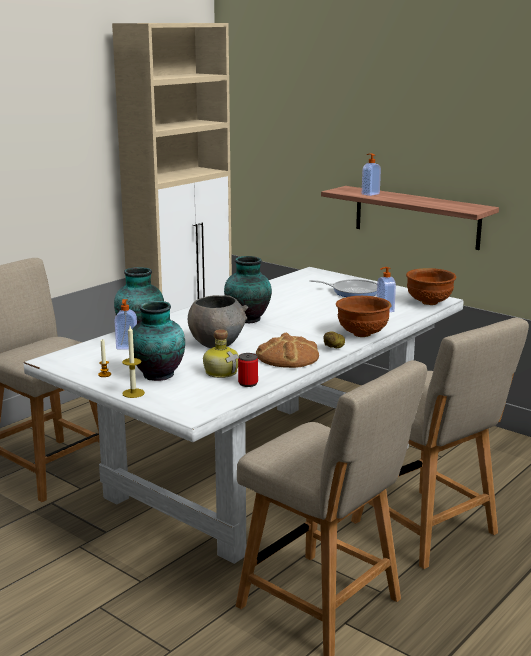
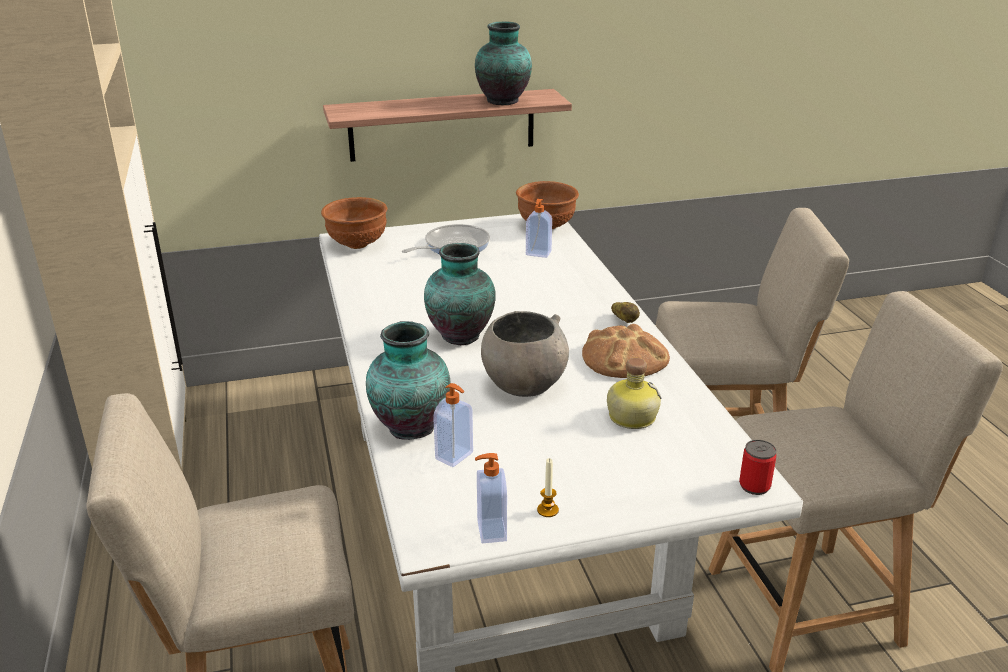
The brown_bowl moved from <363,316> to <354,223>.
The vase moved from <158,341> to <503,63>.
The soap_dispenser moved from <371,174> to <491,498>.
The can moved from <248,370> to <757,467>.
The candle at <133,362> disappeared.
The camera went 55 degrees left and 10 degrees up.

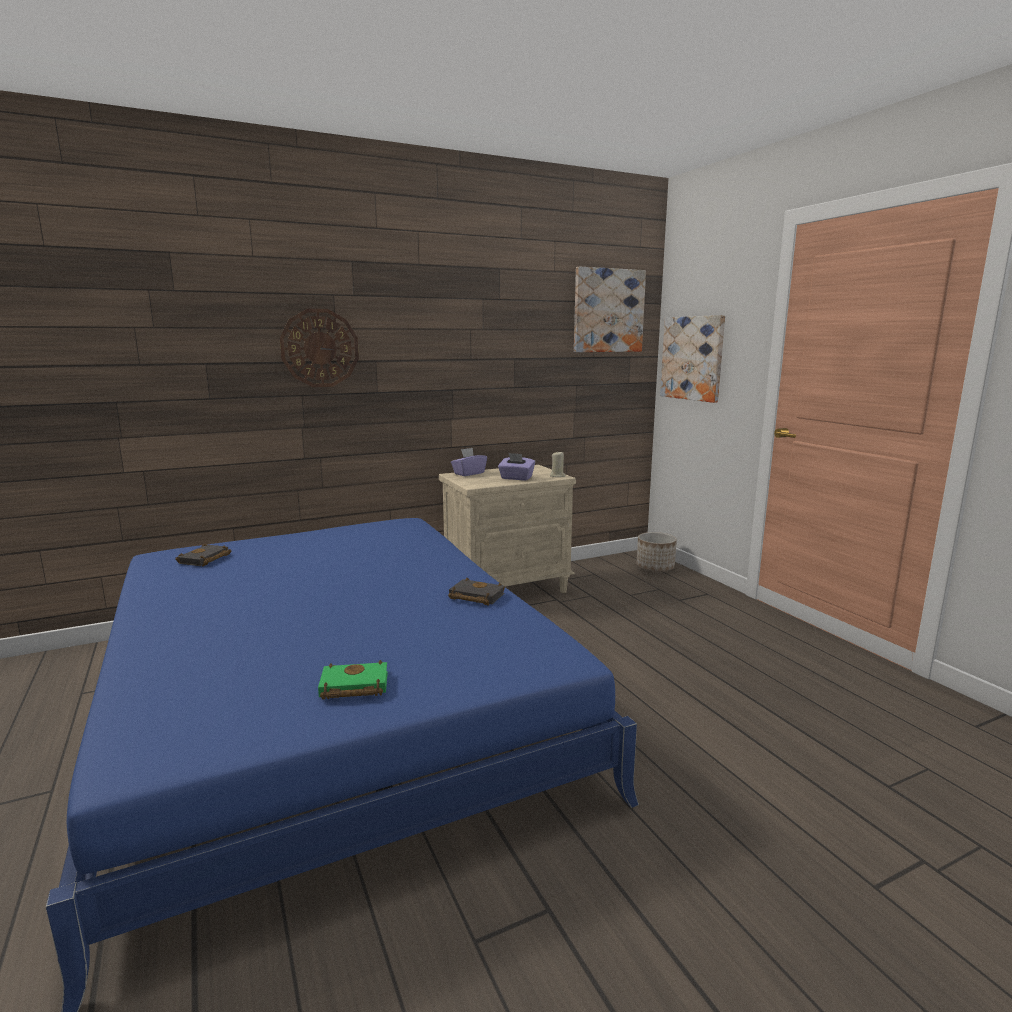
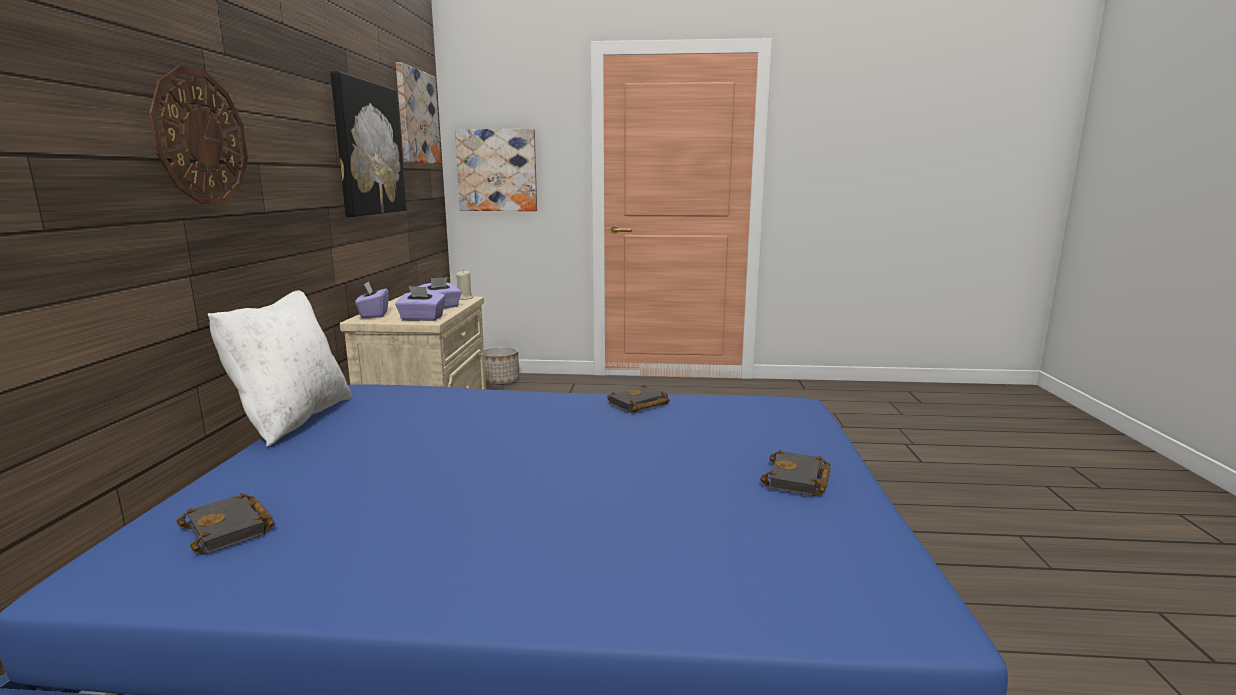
The white_pillow at <280,368> appeared.
The picture at <368,144> appeared.
The purple_tissue_box at <420,303> appeared.
The green_book at <353,680> became the black_book at <795,473>.
The camera went 60 degrees left and 0 degrees up.

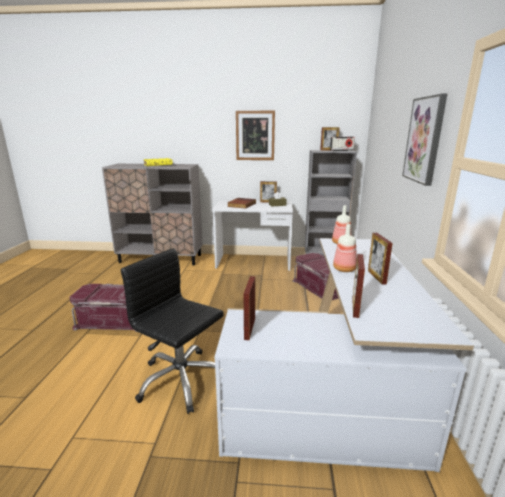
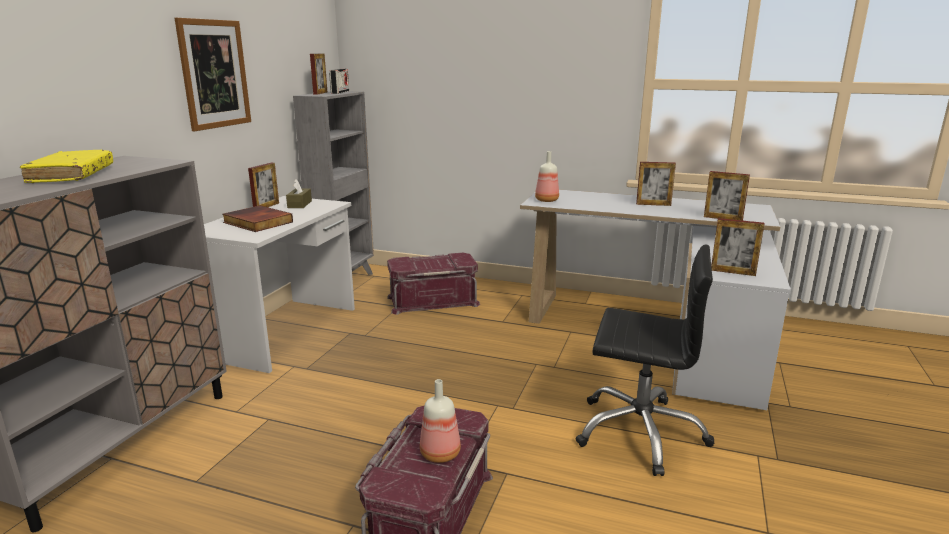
The bottle moved from <345,248> to <440,421>.
The black_office_chair at <172,331> turned 120 degrees counterclockwise.
The picture at <424,139> disappeared.
The camera went 75 degrees left and 0 degrees up.

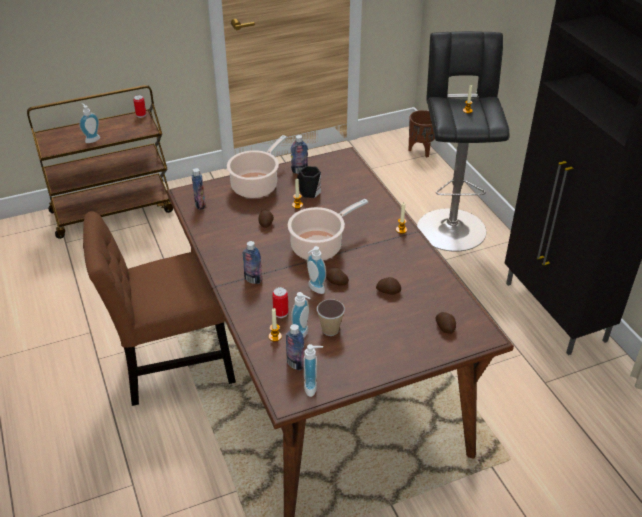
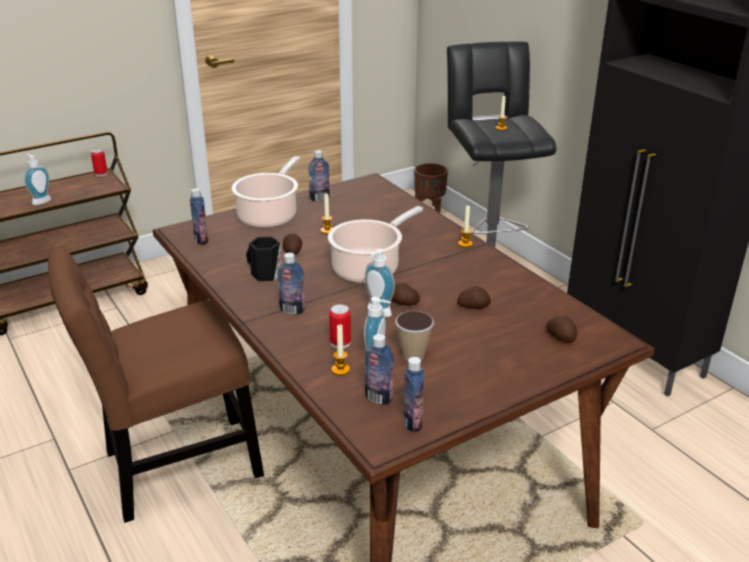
The black_mug moved from <309,182> to <263,259>.
The soap_dispenser at <313,370> was replaced by the bottle at <413,394>.
The camera went 10 degrees left and 10 degrees down.

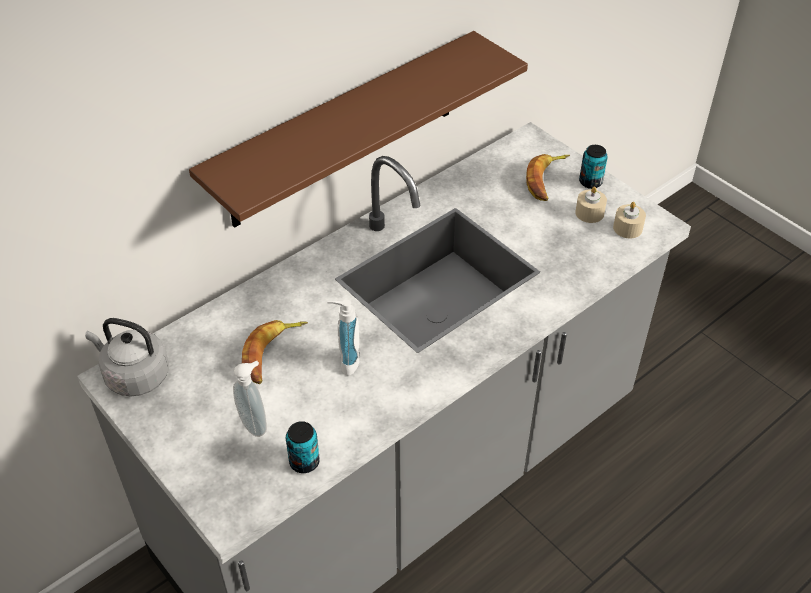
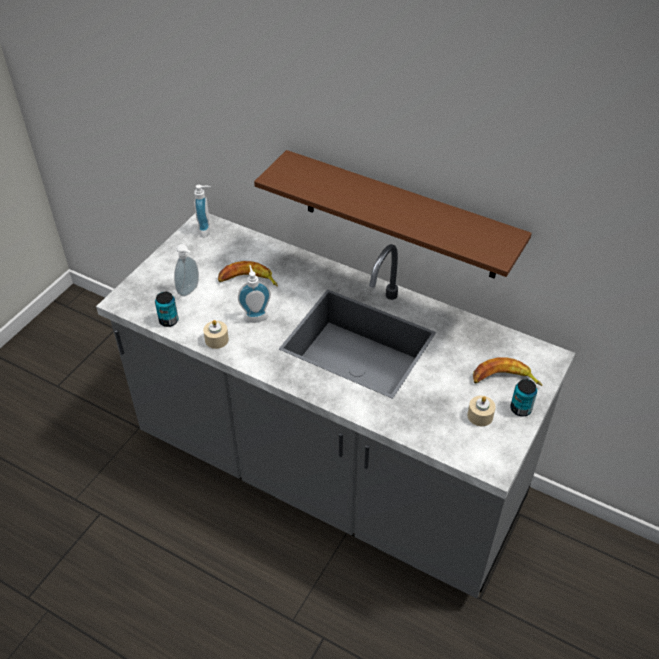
The grey_kettle at <127,357> was replaced by the soap_dispenser at <202,211>.
The beige_candle moved from <629,220> to <216,334>.
The camera went 70 degrees right and 0 degrees up.

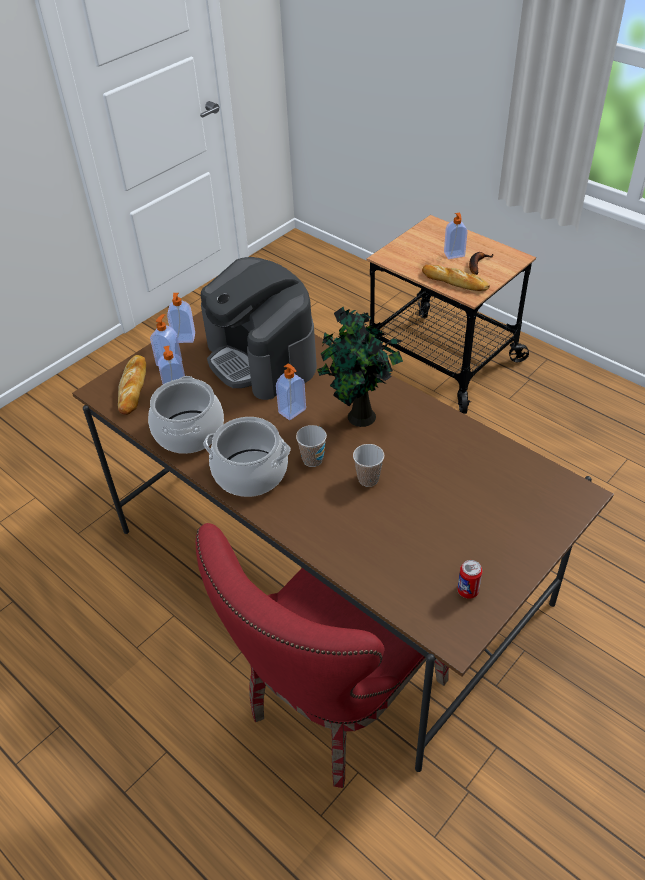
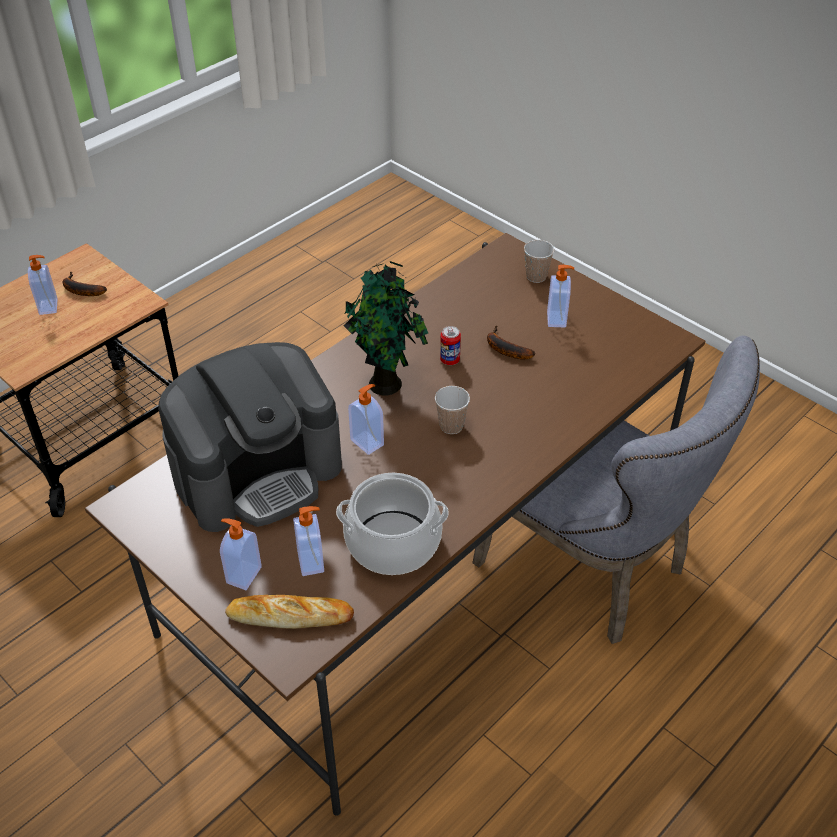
The can moved from <469,579> to <450,345>.
The red_chair at <322,655> became the grey_chair at <616,489>.
The banana at <511,342> appeared.
The cup moved from <368,465> to <539,261>.
The soap_dispenser moved from <181,318> to <560,296>.
The cooking_pot at <247,457> disappeared.
The bread at <456,278> disappeared.
The camera went 90 degrees left and 0 degrees up.

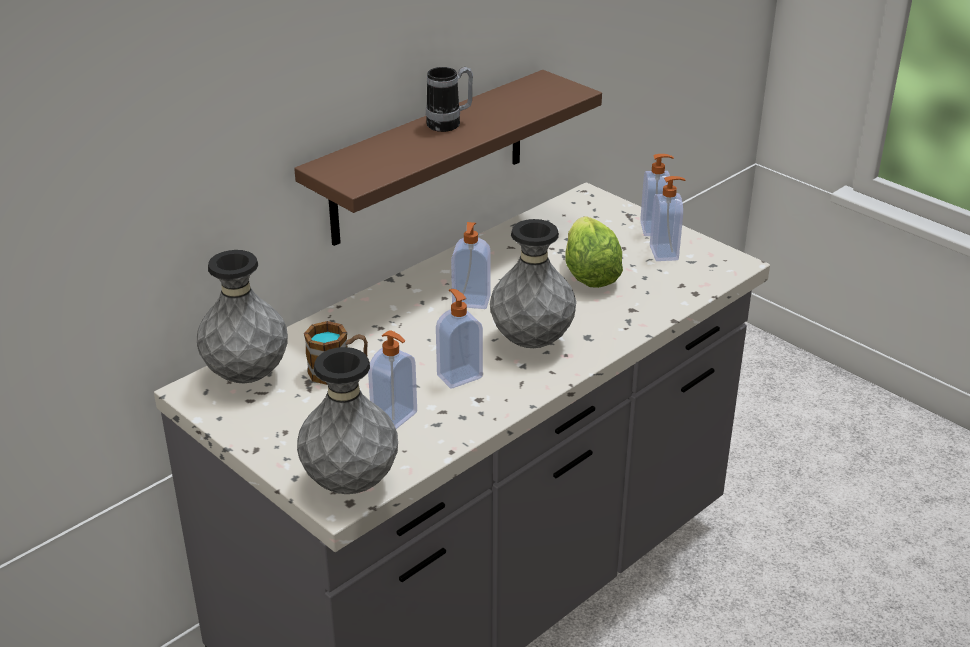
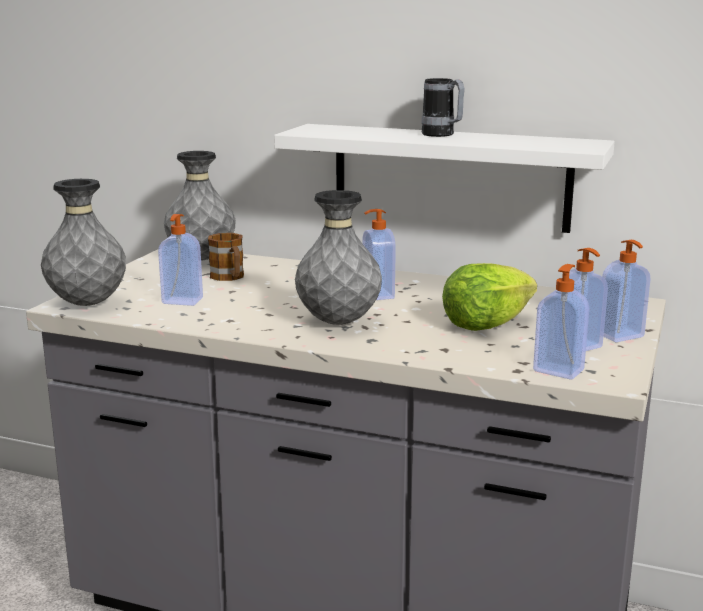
The brown_shelf at <448,158> became the white_shelf at <444,178>.
The soap_dispenser moved from <459,339> to <561,322>.
The camera went 65 degrees right and 15 degrees down.

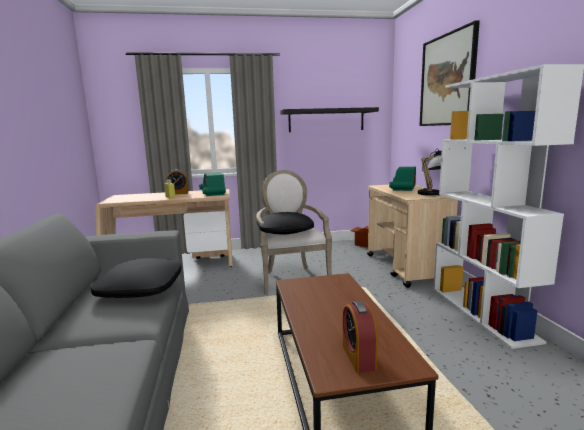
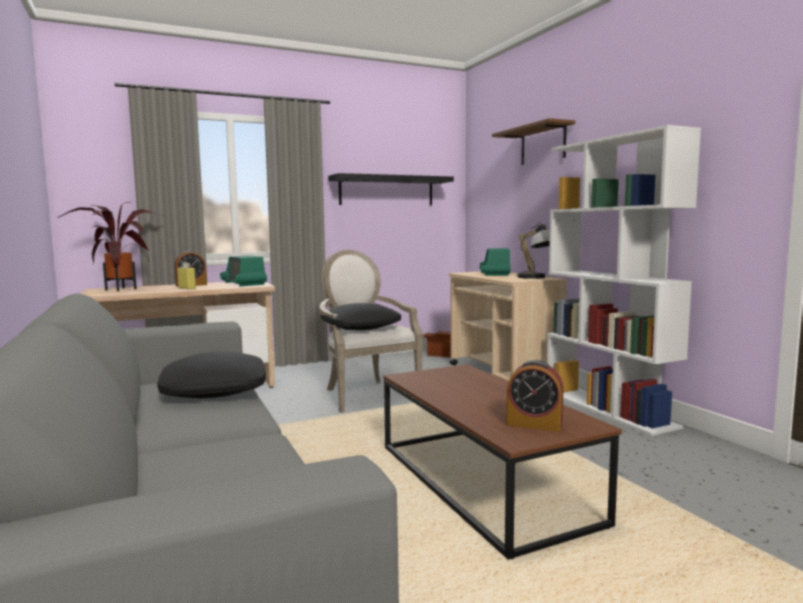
The potted_plant at <110,246> appeared.
The picture at <449,73> was replaced by the brown_shelf at <533,141>.
The alarm_clock at <360,337> turned 45 degrees counterclockwise.
The camera went 15 degrees left and 5 degrees down.

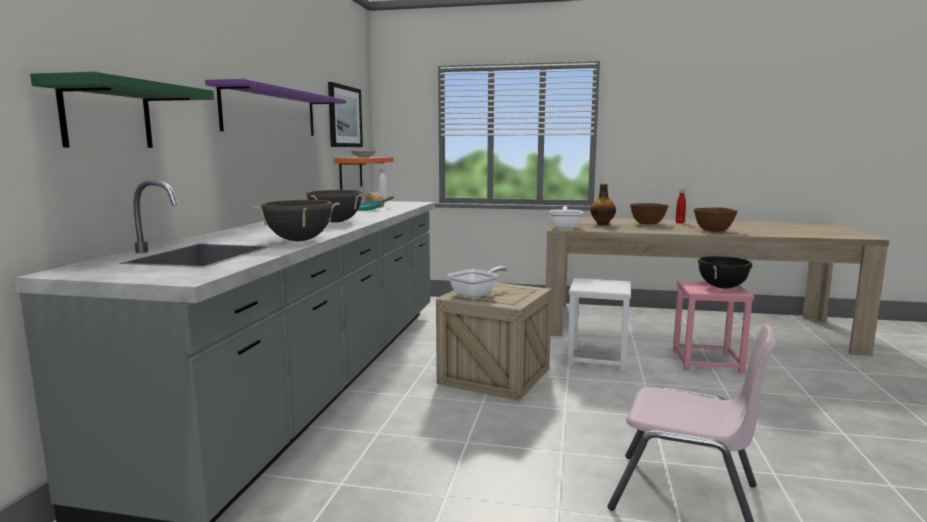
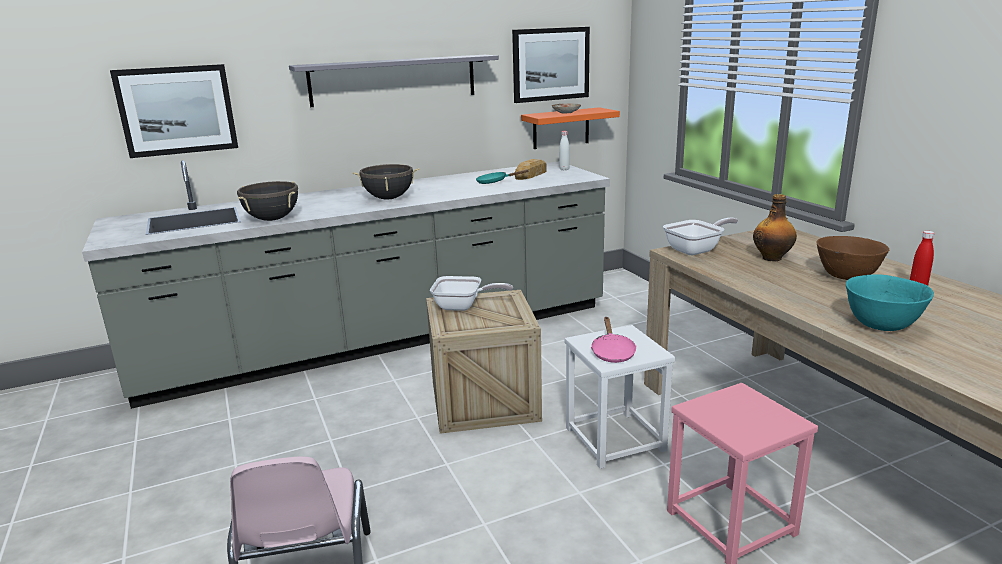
The green_shelf at <122,109> was replaced by the picture at <174,111>.
The purple_shelf at <275,107> became the grey_shelf at <394,81>.
The pink_frying_pan at <614,340> appeared.
The brown_bowl at <716,219> became the turquoise_bowl at <890,302>.
The black_cooking_pot at <726,272> disappeared.
The camera went 55 degrees right and 10 degrees up.

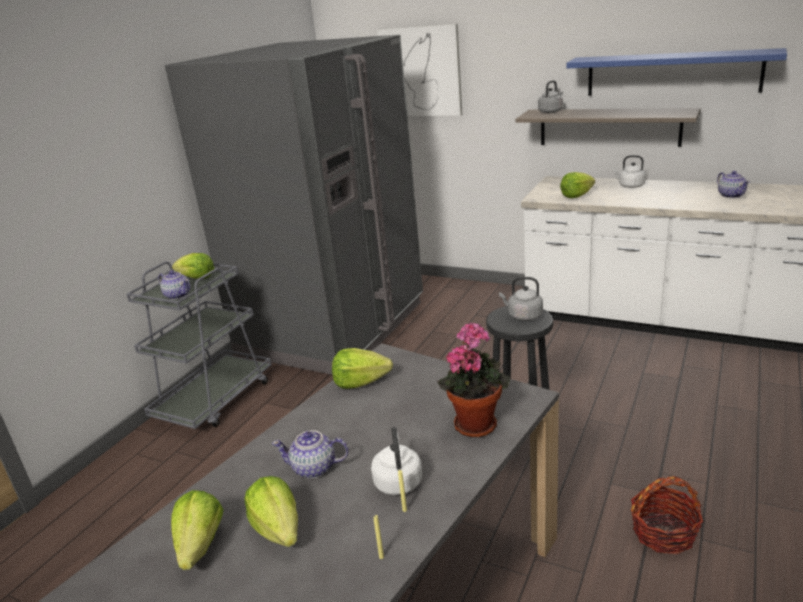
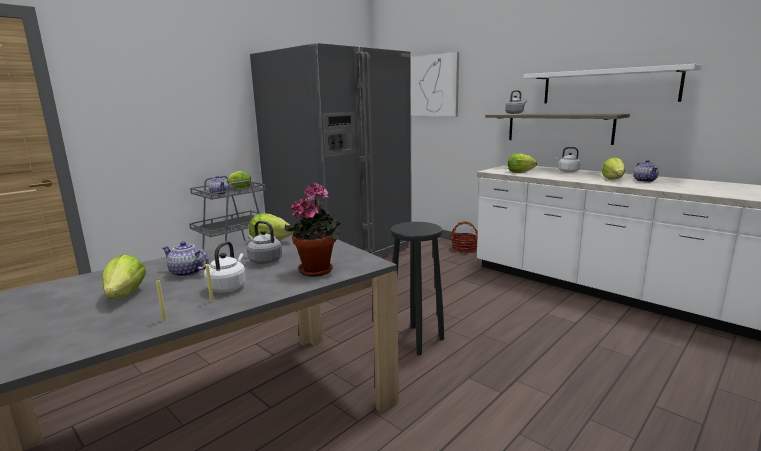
The grey_kettle moved from <521,299> to <264,242>.
The basket moved from <667,515> to <464,237>.
The blue_shelf at <676,72> became the white_shelf at <613,83>.
The lettuce moved from <197,530> to <614,168>.
The camera went 15 degrees right and 10 degrees down.

